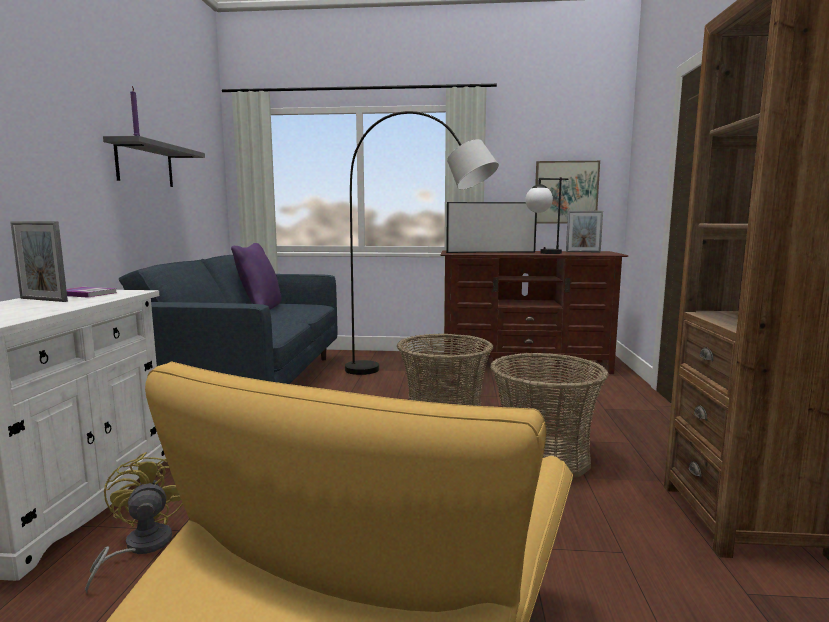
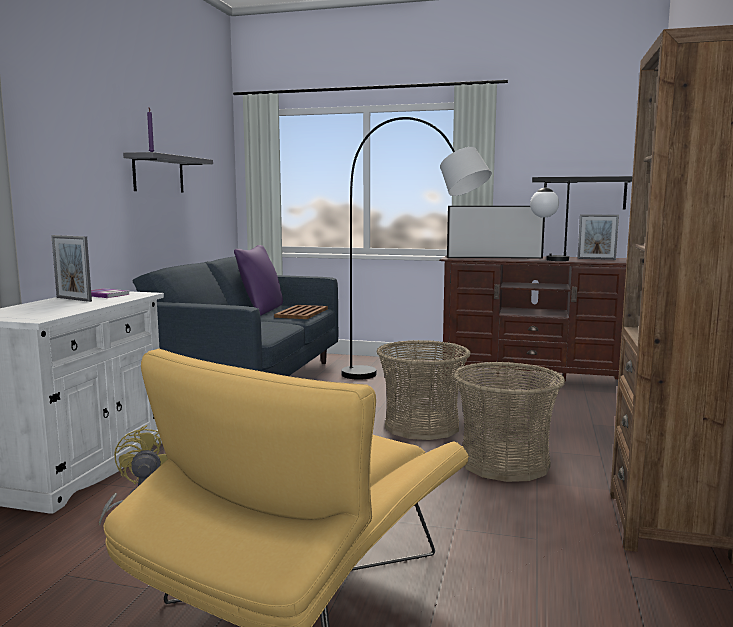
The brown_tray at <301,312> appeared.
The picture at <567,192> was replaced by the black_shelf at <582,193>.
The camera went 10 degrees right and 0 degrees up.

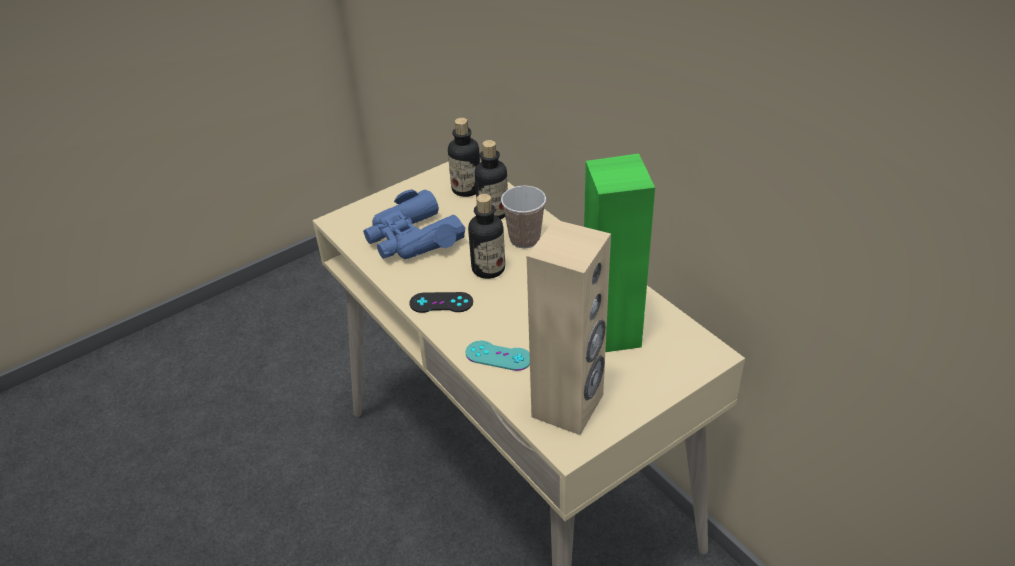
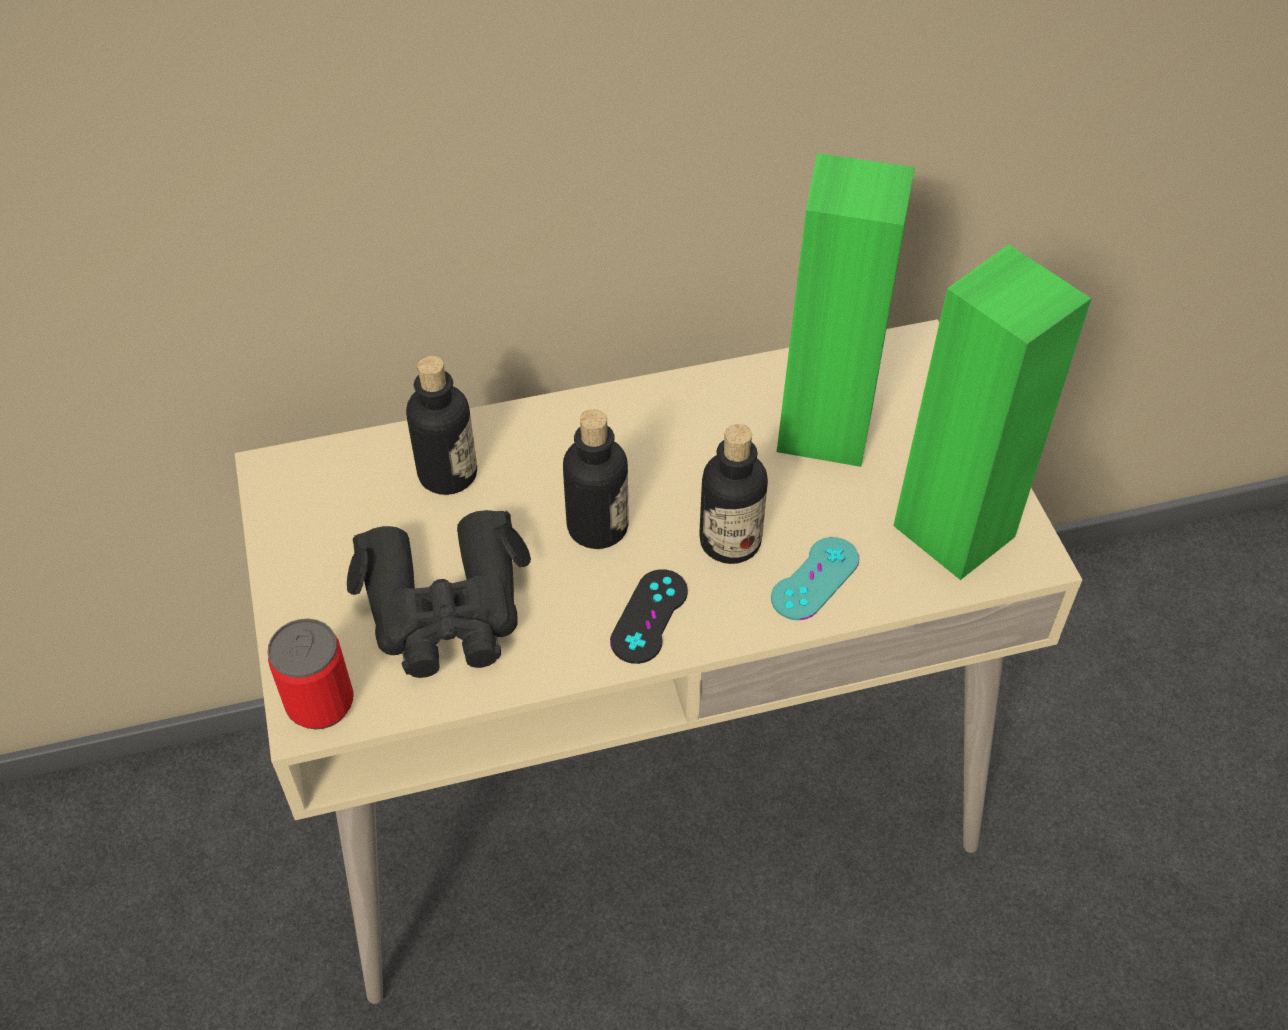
The can at <311,674> appeared.
The blue_binoculars at <414,224> became the black_binoculars at <439,594>.
The bottle moved from <464,157> to <733,494>.
The beige_speaker at <569,327> became the green_speaker at <992,412>.
The cup at <523,217> disappeared.
The camera went 70 degrees left and 10 degrees up.

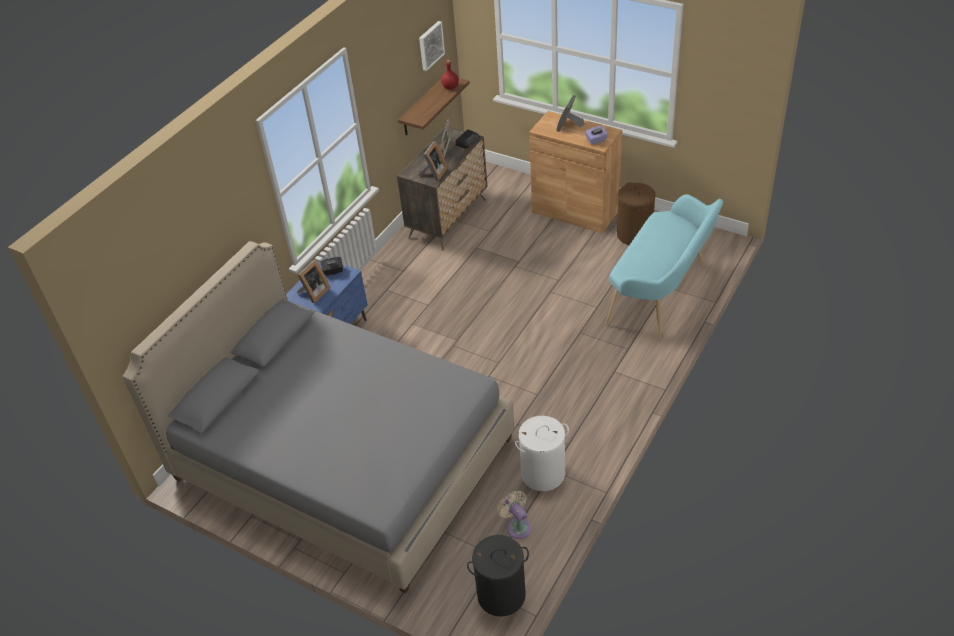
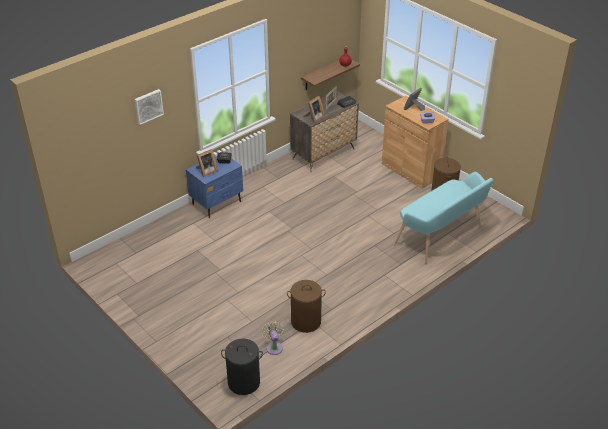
The picture moved from <432,46> to <149,107>.
The white_laundry_basket at <542,453> became the brown_laundry_basket at <306,306>.
The grey_bed at <318,417> disappeared.
The camera went 15 degrees right and 5 degrees down.

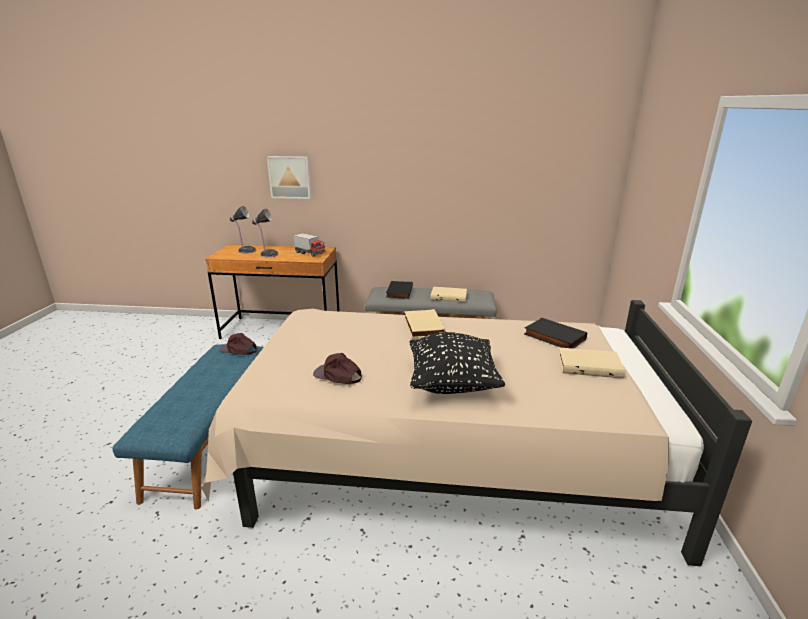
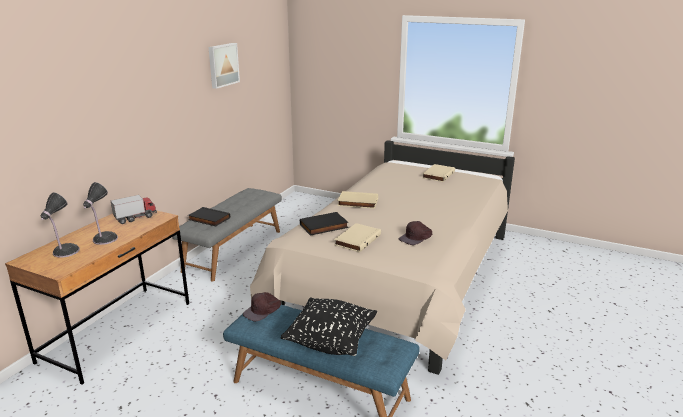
The picture moved from <289,177> to <224,66>.
The black_pillow moved from <457,363> to <329,326>.
The black_book moved from <555,333> to <324,224>.
The beige_book moved from <448,294> to <357,238>.
The camera went 70 degrees left and 0 degrees up.

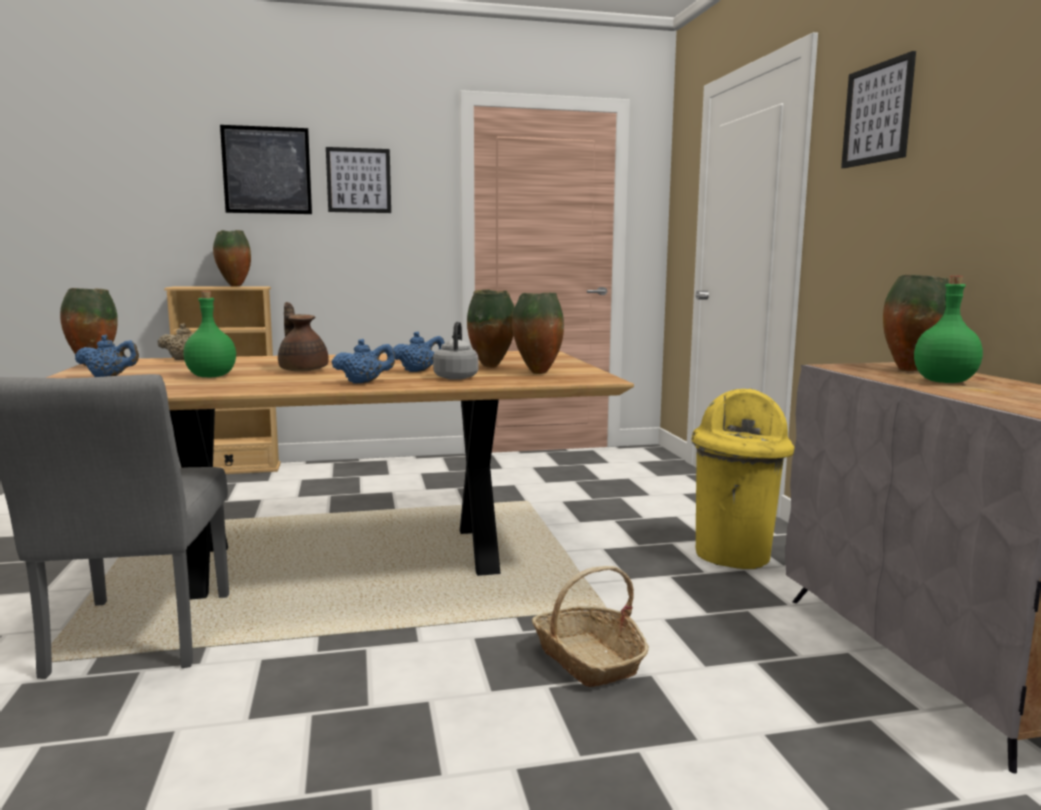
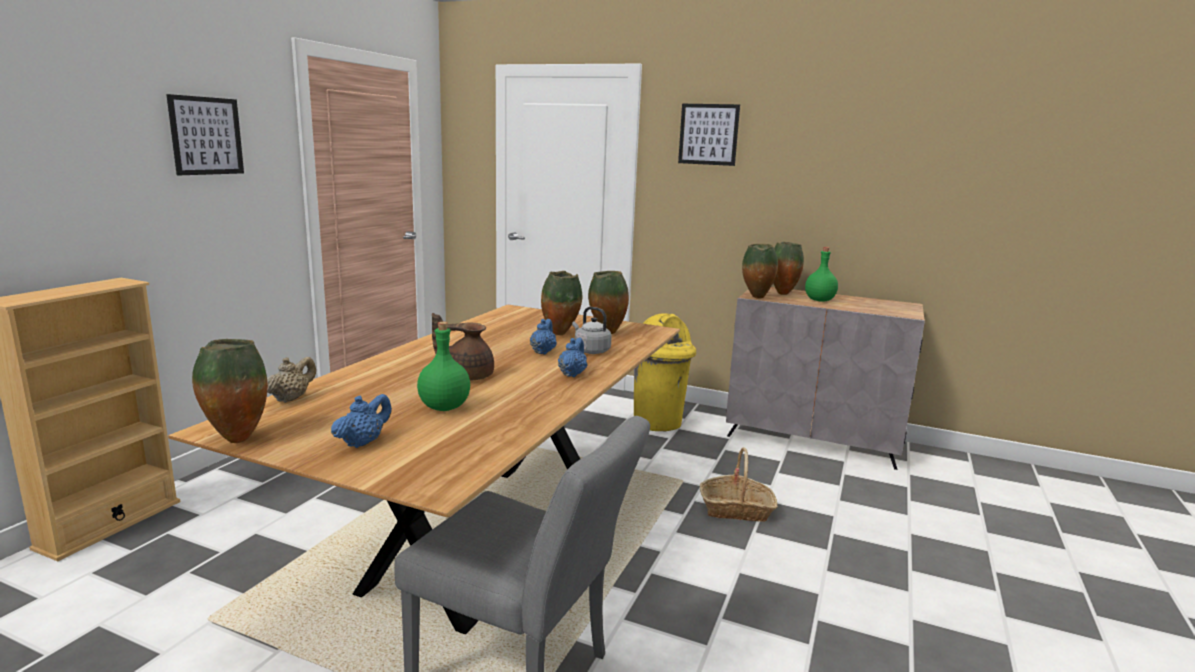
The vase moved from <232,258> to <760,271>.
The picture at <266,169> disappeared.
The camera went 55 degrees left and 5 degrees up.

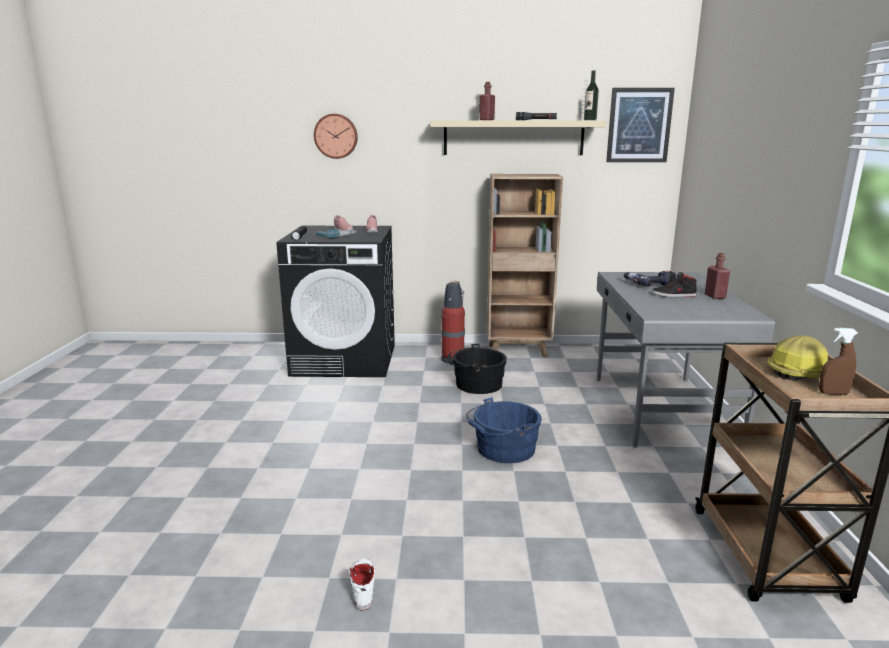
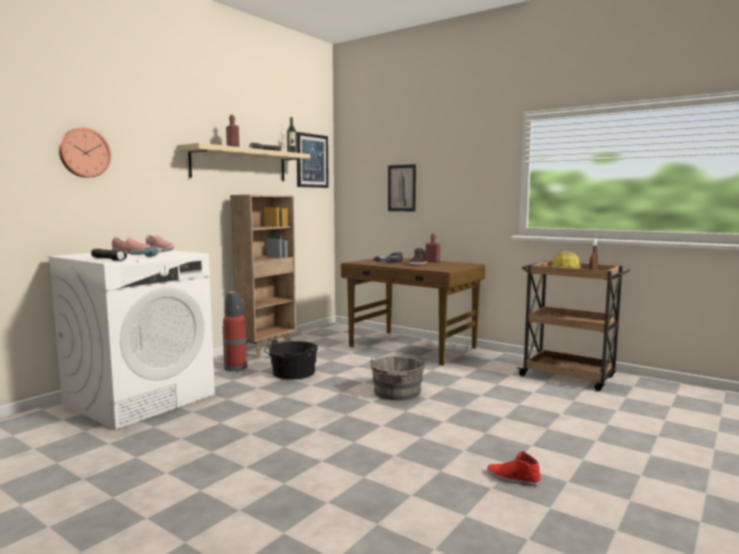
The black_washing_machine at <335,301> became the white_washing_machine at <131,340>.
The grey_desk at <686,359> became the brown_desk at <413,312>.
The blue_bucket at <504,430> became the grey_bucket at <397,378>.
The picture at <402,188> appeared.
The white_shoe at <361,584> became the red_shoe at <514,468>.
The camera went 55 degrees left and 10 degrees down.

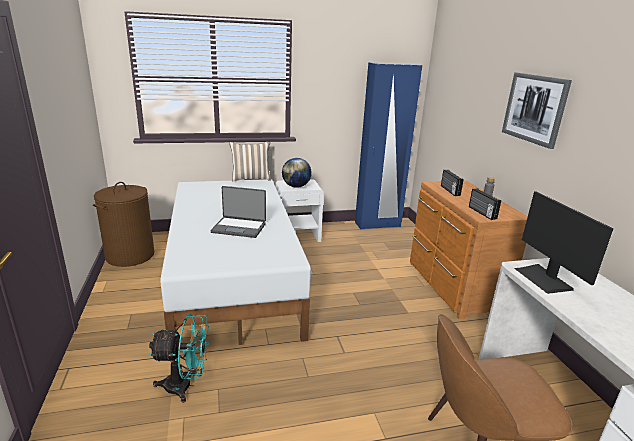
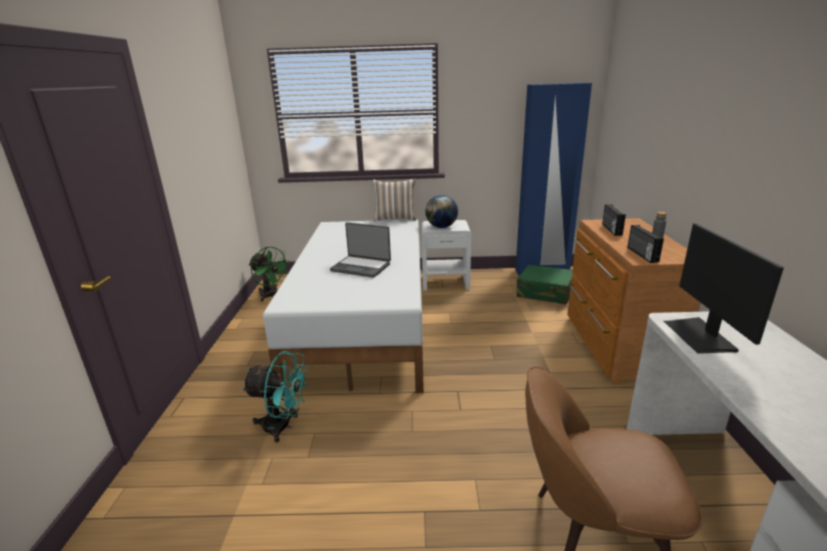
The brown_laundry_basket at <123,224> was replaced by the green_fan at <269,274>.
The green_suitcase at <545,284> appeared.
The picture at <537,110> disappeared.
The camera went 15 degrees right and 0 degrees up.

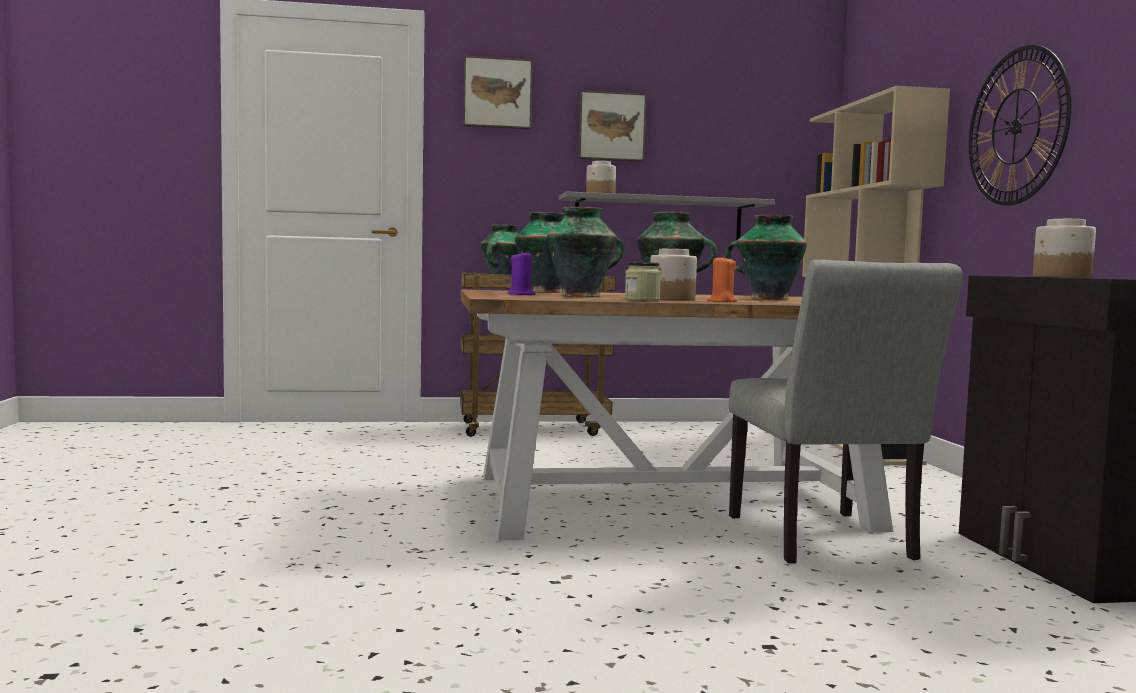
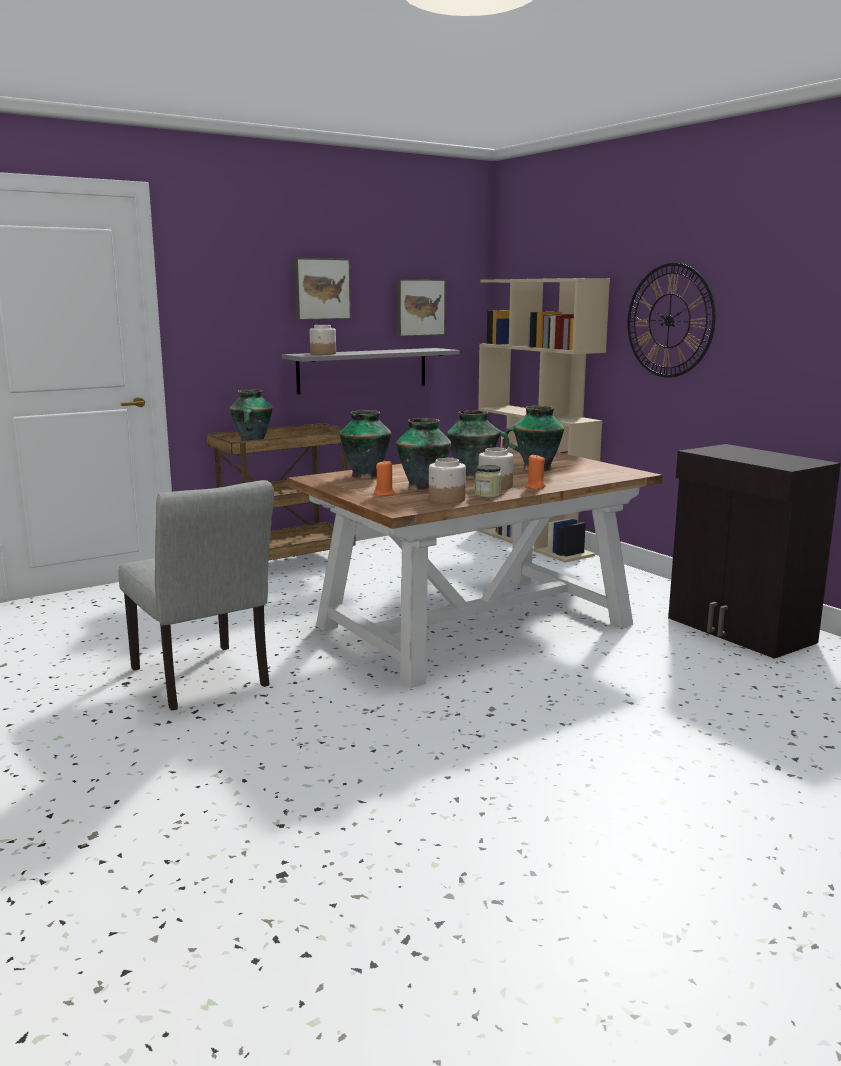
The grey_chair moved from <846,411> to <196,595>.
The purple_candle at <522,273> became the orange_candle at <384,478>.
The picture moved from <497,92> to <421,308>.
The jar moved from <1064,248> to <447,481>.
The camera went 25 degrees left and 10 degrees up.

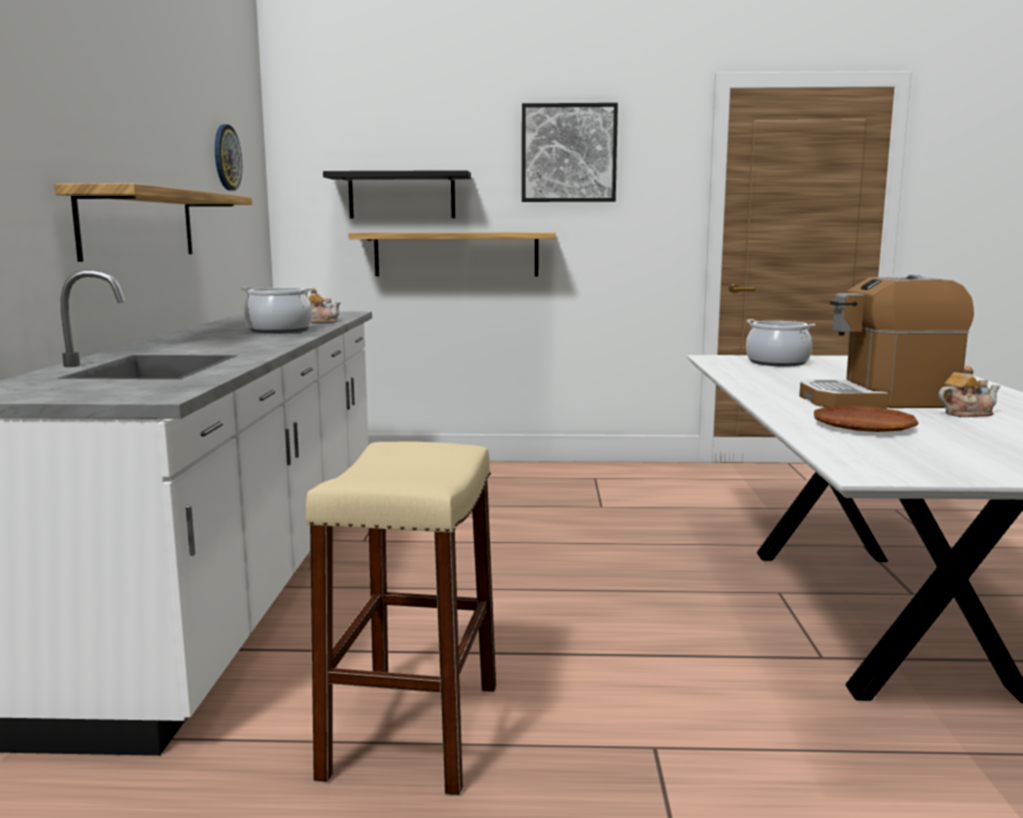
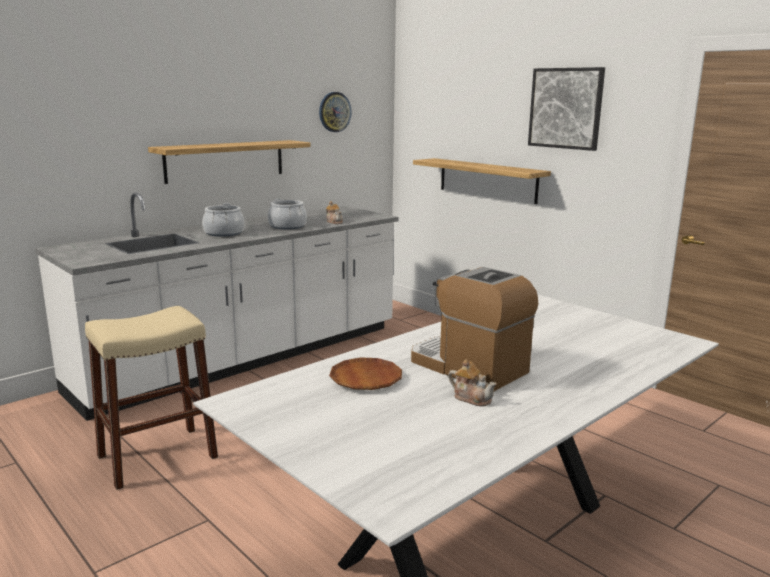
The cooking_pot moved from <780,343> to <223,220>.
The black_shelf at <397,194> disappeared.
The camera went 45 degrees right and 5 degrees up.

